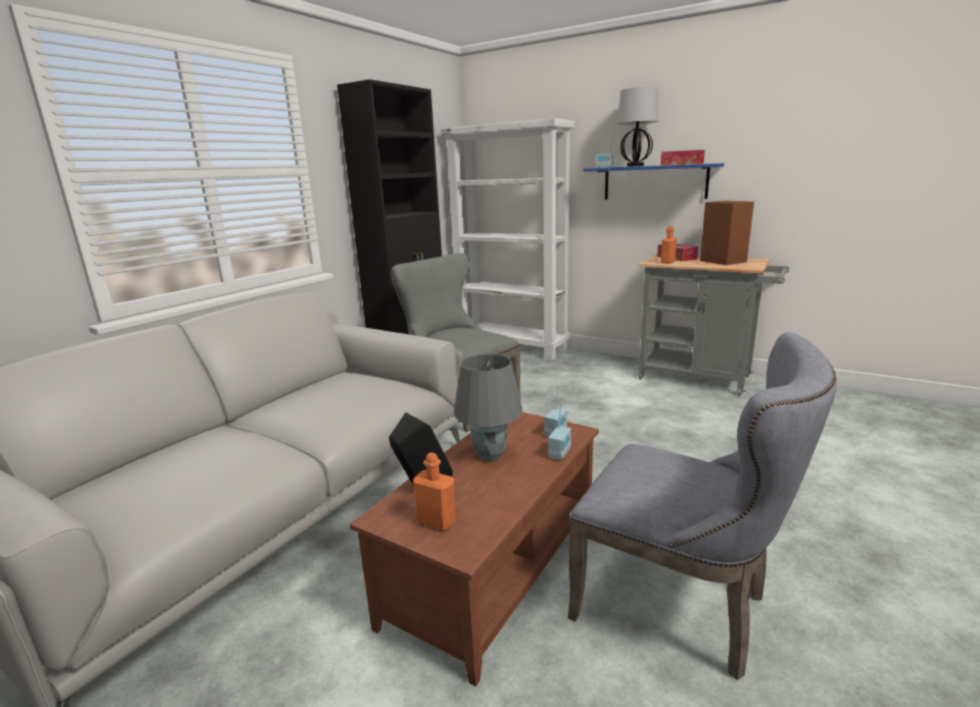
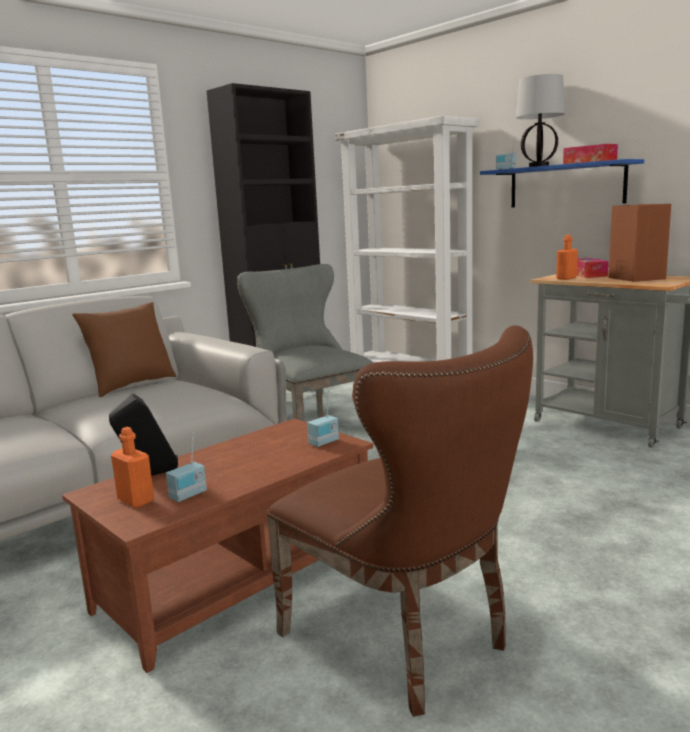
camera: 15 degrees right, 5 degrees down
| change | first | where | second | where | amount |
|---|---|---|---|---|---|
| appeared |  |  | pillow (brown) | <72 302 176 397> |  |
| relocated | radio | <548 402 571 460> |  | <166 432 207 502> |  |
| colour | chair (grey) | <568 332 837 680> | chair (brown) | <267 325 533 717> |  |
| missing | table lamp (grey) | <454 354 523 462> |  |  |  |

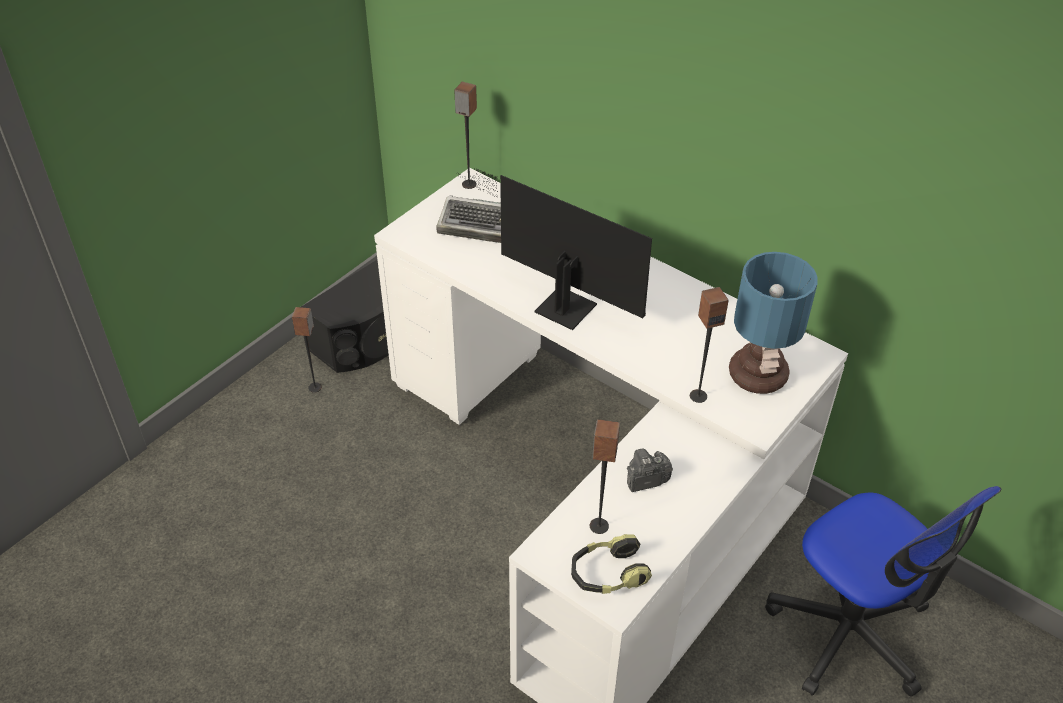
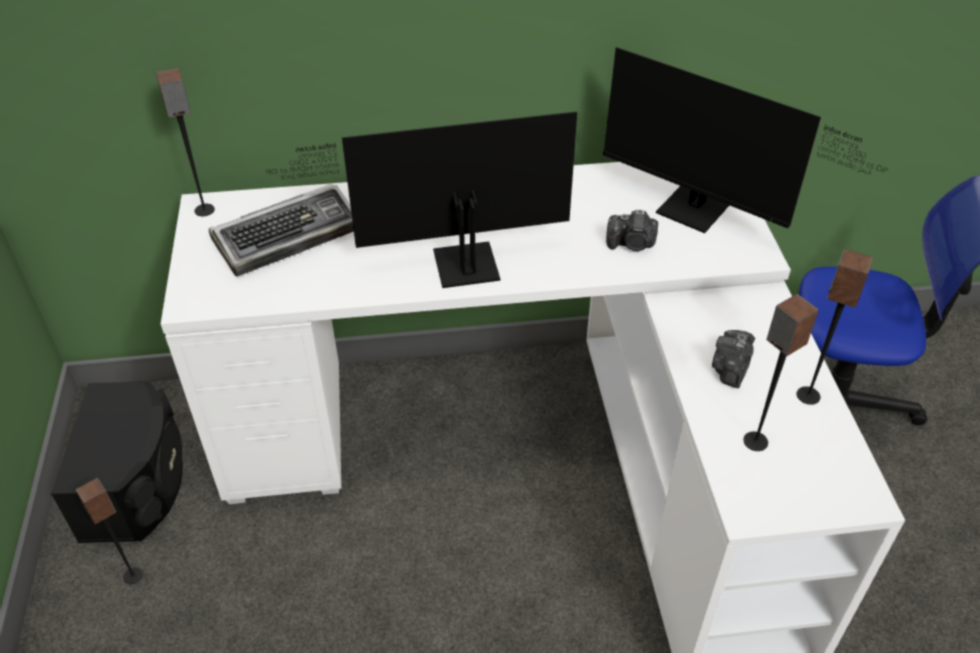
camera: 45 degrees left, 0 degrees up
| change | first | where | second | where | amount |
|---|---|---|---|---|---|
| exchanged | table lamp | <729 252 817 394> | monitor | <603 47 887 233> |  |
| appeared |  |  | photo camera | <606 210 658 251> |  |
| relocated | speaker | <690 287 729 403> |  | <797 249 873 405> |  |
| missing | headphones | <571 534 652 594> |  |  |  |

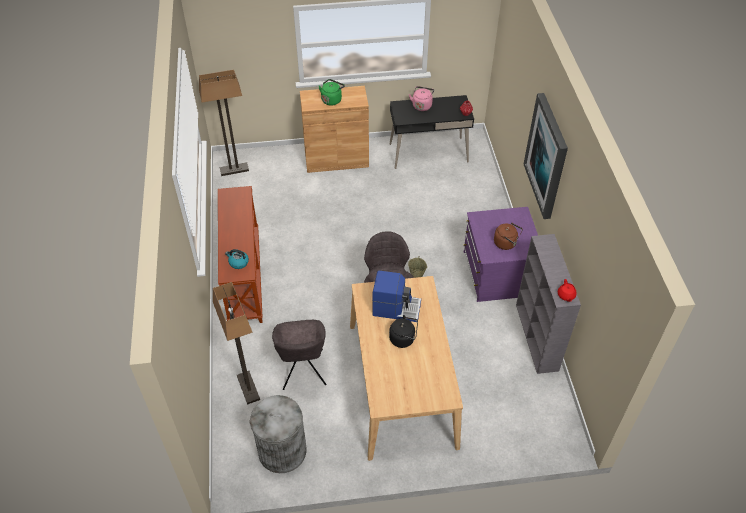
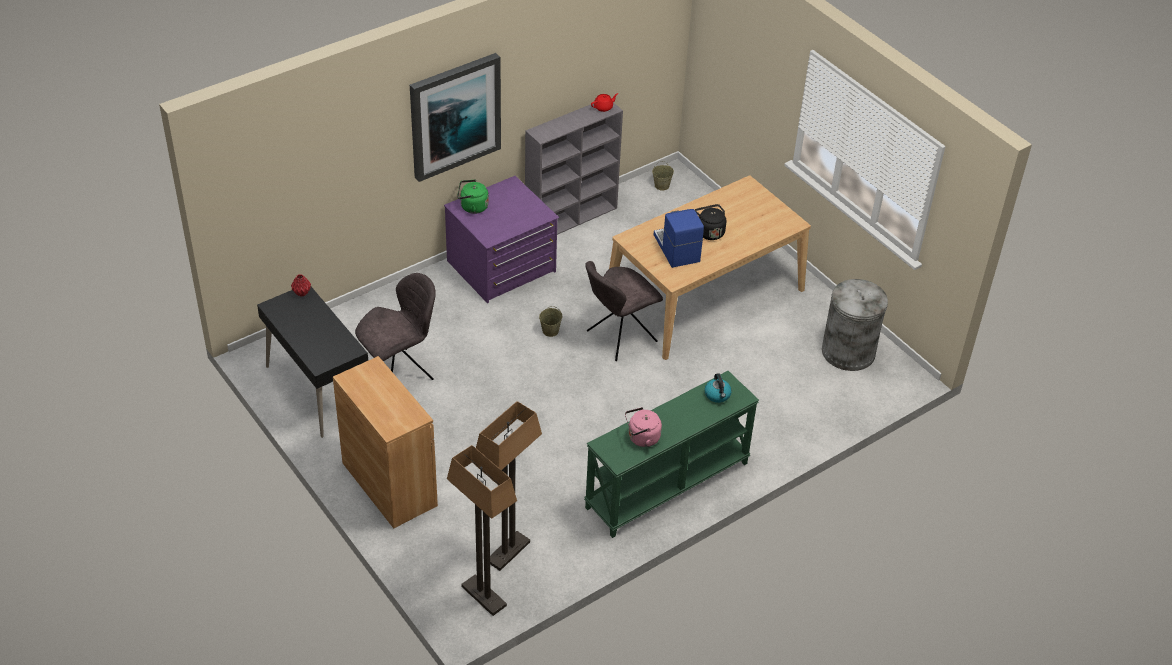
camera: 120 degrees left, 5 degrees down
| change | first | where | second | where | amount |
|---|---|---|---|---|---|
| relocated | chair (grey) | <272 320 327 390> |  | <355 273 436 380> |  |
| relocated | kettle (green) | <319 79 345 106> |  | <457 179 489 214> |  |
| relocated | floor lamp | <213 282 260 405> |  | <476 401 542 571> |  |
| colour | console table (brown) | <218 186 263 323> | console table (green) | <584 371 759 538> |  |
| relocated | kettle (pink) | <409 86 434 111> |  | <625 407 662 447> |  |
| appeared |  |  | bucket (beige) | <652 161 674 191> |  |
| missing | kettle (brown) | <494 223 523 250> |  |  |  |

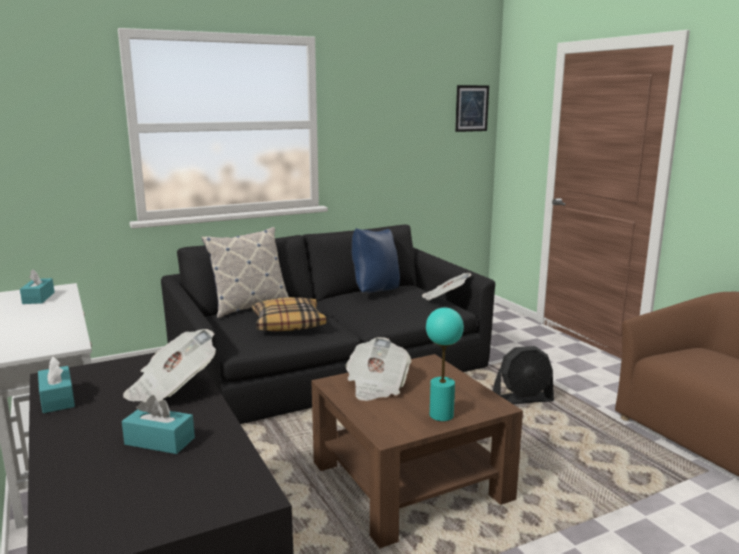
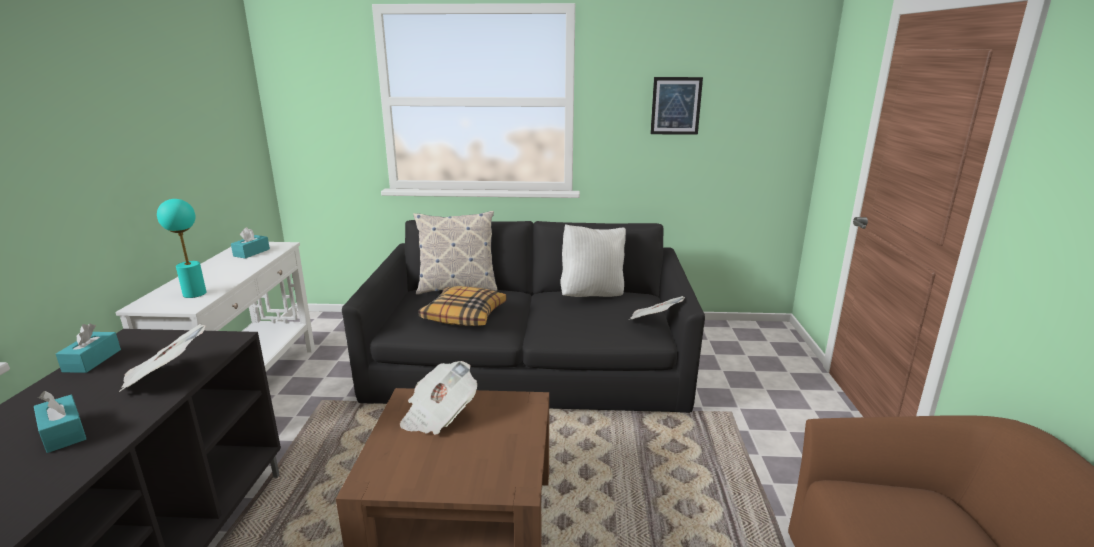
camera: 30 degrees right, 5 degrees up
| change | first | where | second | where | amount |
|---|---|---|---|---|---|
| relocated | table lamp (turquoise) | <426 307 464 421> |  | <157 199 206 298> |  |
| colour | pillow (blue) | <352 228 400 293> | pillow (white) | <560 224 626 297> |  |
| relocated | picture | <455 85 489 132> |  | <650 77 703 135> |  |
| missing | fan (black) | <493 346 554 404> |  |  |  |

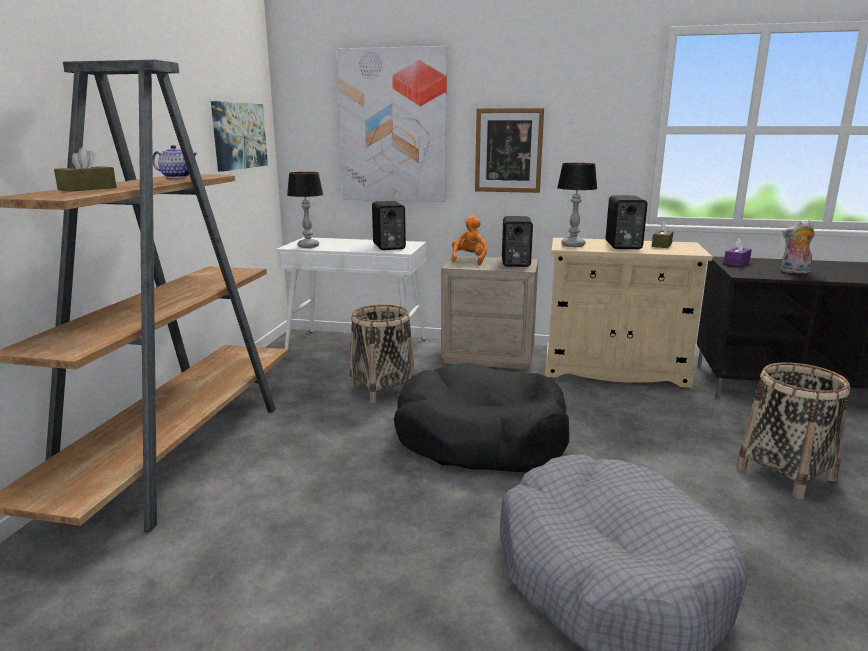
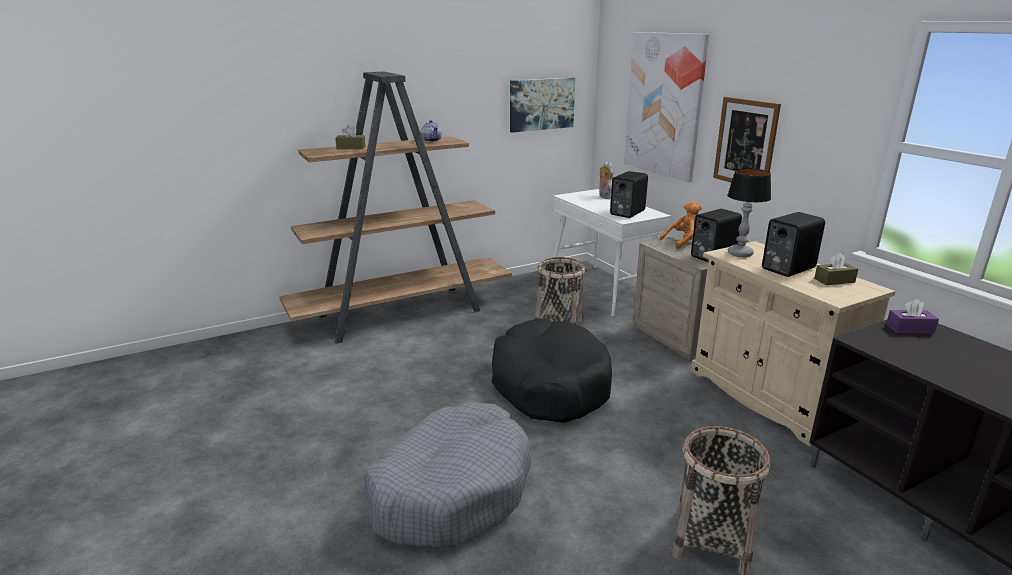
camera: 50 degrees right, 5 degrees up
| change | first | where | second | where | amount |
|---|---|---|---|---|---|
| relocated | plush toy | <781 220 815 274> |  | <599 162 613 199> |  |
| missing | table lamp | <287 172 323 248> |  |  |  |

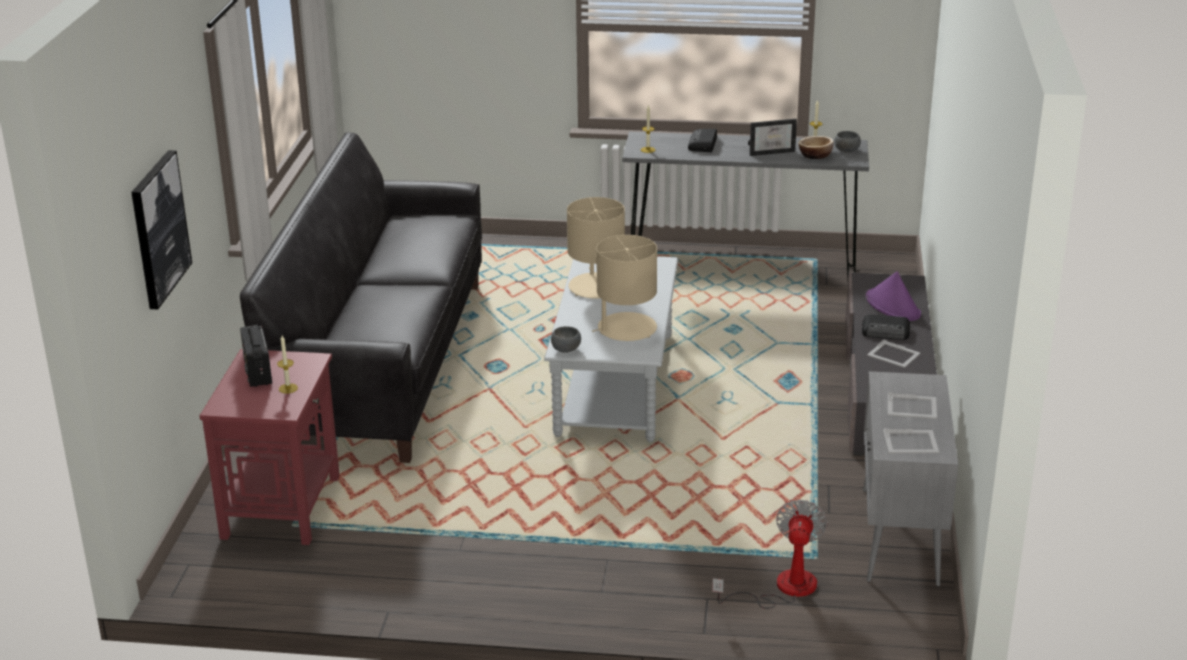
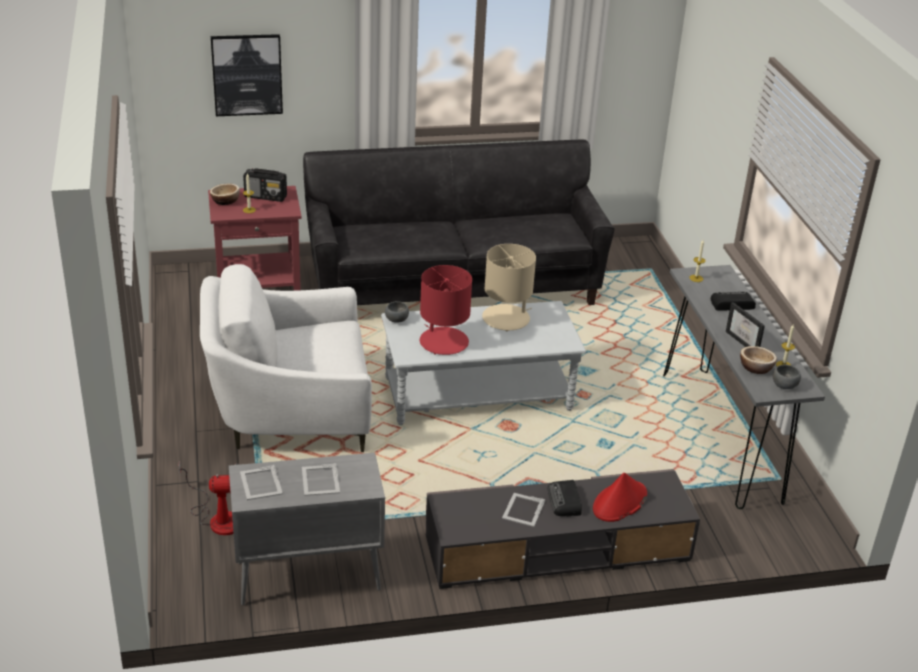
camera: 70 degrees right, 5 degrees up
| change | first | where | second | where | amount |
|---|---|---|---|---|---|
| appeared |  |  | armchair (white) | <200 264 372 452> |  |
| appeared |  |  | bowl | <210 184 240 205> |  |
| spun | radio | <240 325 272 387> |  | <243 168 287 202> | 135 degrees counterclockwise |
| colour | table lamp (beige) | <592 235 657 341> | table lamp (red) | <420 265 472 355> |  |
| colour | hat (purple) | <866 271 921 321> | hat (red) | <593 472 647 522> |  |

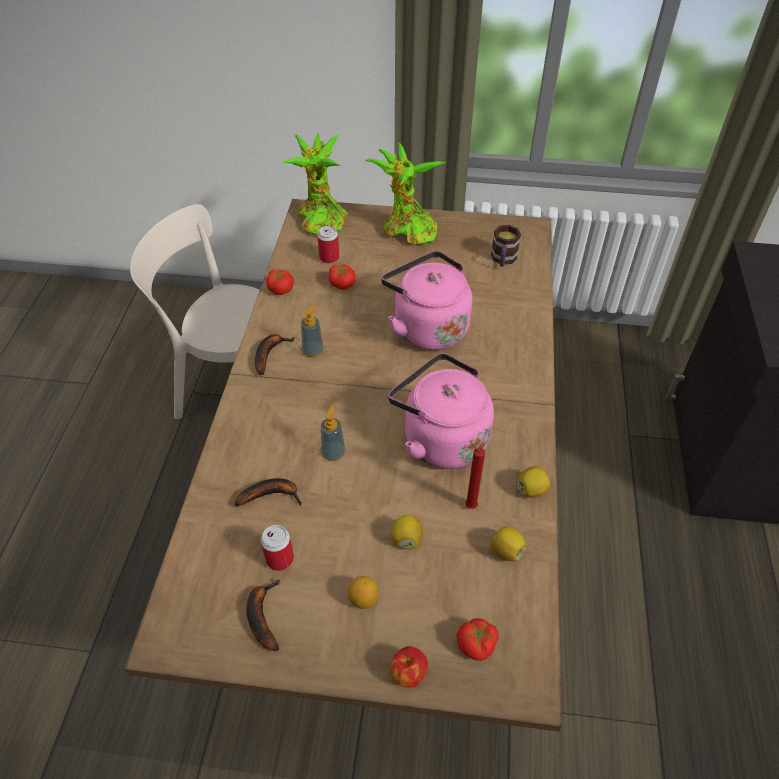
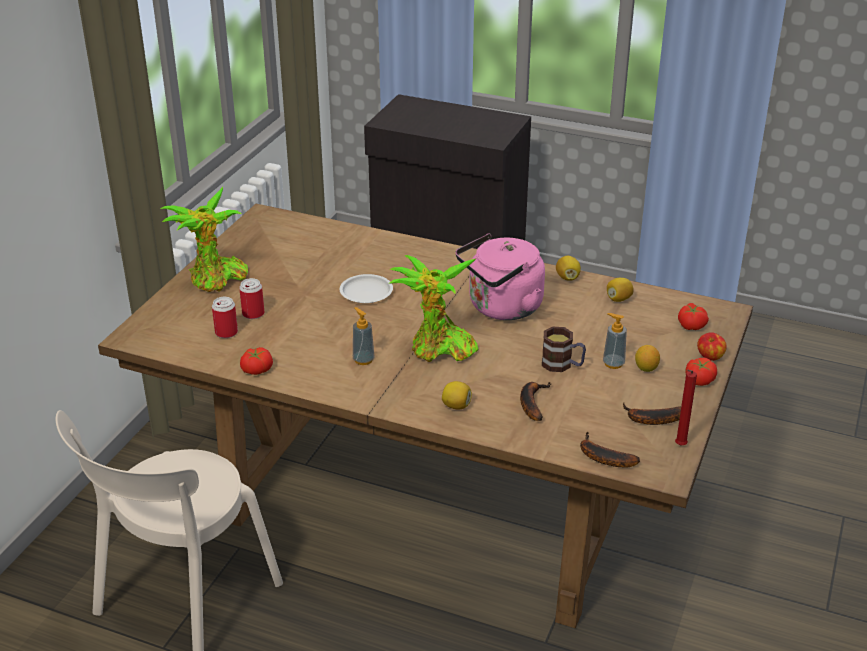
camera: 75 degrees left, 15 degrees down
| change | first | where | second | where | amount |
|---|---|---|---|---|---|
| relocated | can | <261 525 294 571> |  | <239 278 264 319> |  |
| exchanged | kettle (pink) | <381 251 472 350> | plate (white) | <340 274 393 303> |  |
| relocated | potted plant | <282 133 348 235> |  | <388 255 478 362> |  |
| relocated | lemon | <391 515 423 549> |  | <442 381 472 410> |  |
| relocated | mug | <491 225 521 266> |  | <542 327 586 372> |  |
| relocated | banana | <255 334 295 375> |  | <580 431 640 468> |  |
| relocated | soap dispenser | <321 405 345 461> |  | <603 313 627 369> |  |
| relocated | candle (red) | <465 441 485 509> |  | <675 370 697 445> |  |
| relocated | tomato | <328 264 356 290> |  | <685 358 717 386> |  |

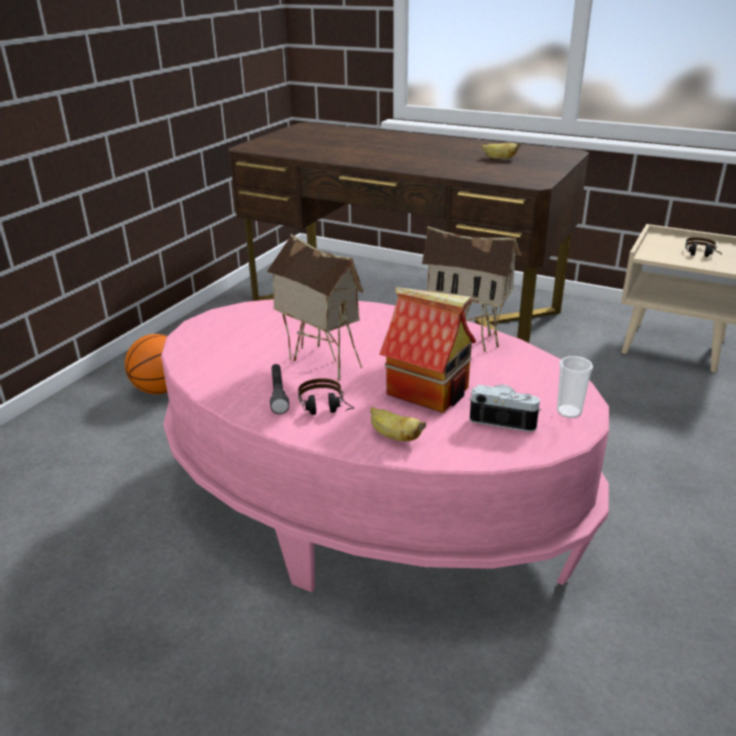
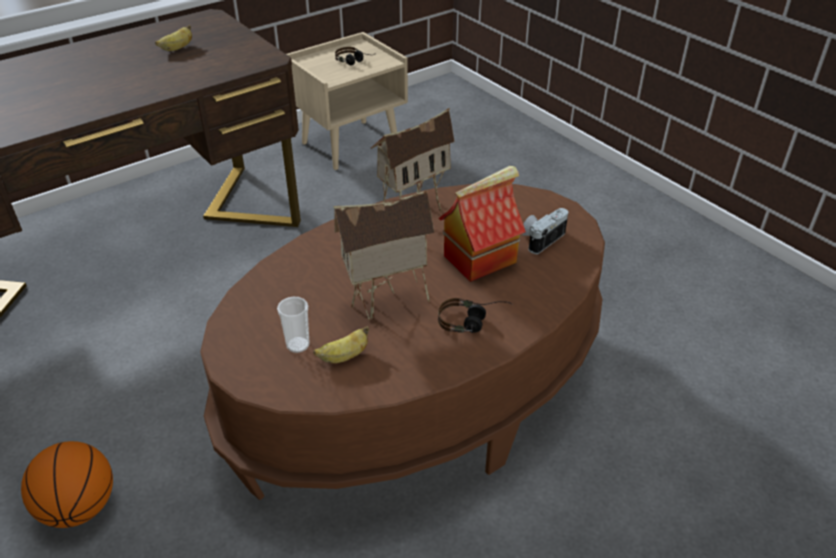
camera: 65 degrees left, 10 degrees up
| change | first | where | second | where | amount |
|---|---|---|---|---|---|
| colour | coffee table (pink) | <161 299 609 592> | coffee table (brown) | <200 184 605 500> |  |
| relocated | cup | <557 356 593 418> |  | <277 297 310 353> |  |
| relocated | banana | <370 407 426 441> |  | <313 326 369 363> |  |
| missing | flashlight (grey) | <270 364 289 414> |  |  |  |

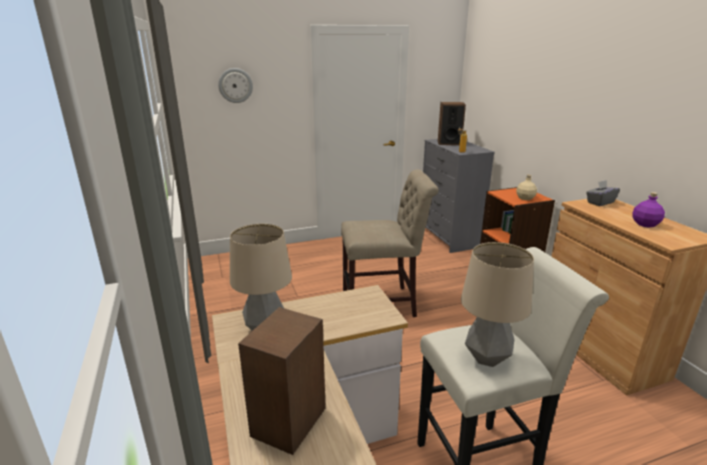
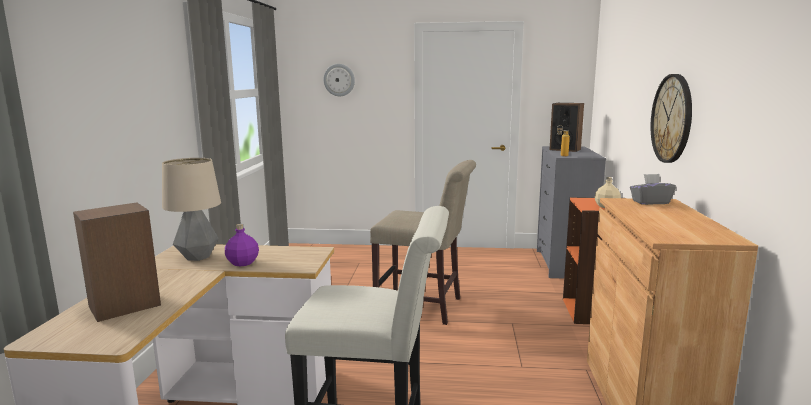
camera: 25 degrees right, 10 degrees down
| change | first | where | second | where | amount |
|---|---|---|---|---|---|
| relocated | bottle (purple) | <632 192 665 227> |  | <225 224 259 266> |  |
| appeared |  |  | wall clock | <651 74 692 163> |  |
| missing | table lamp | <461 242 534 367> |  |  |  |

